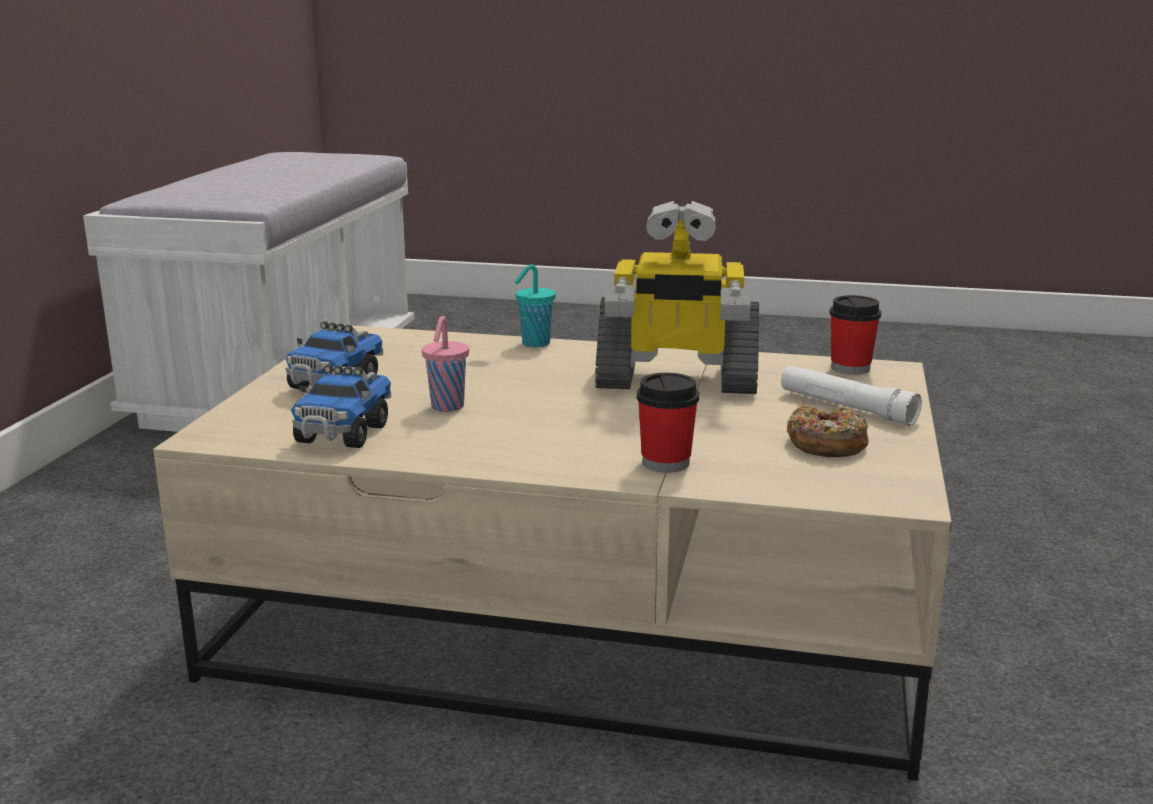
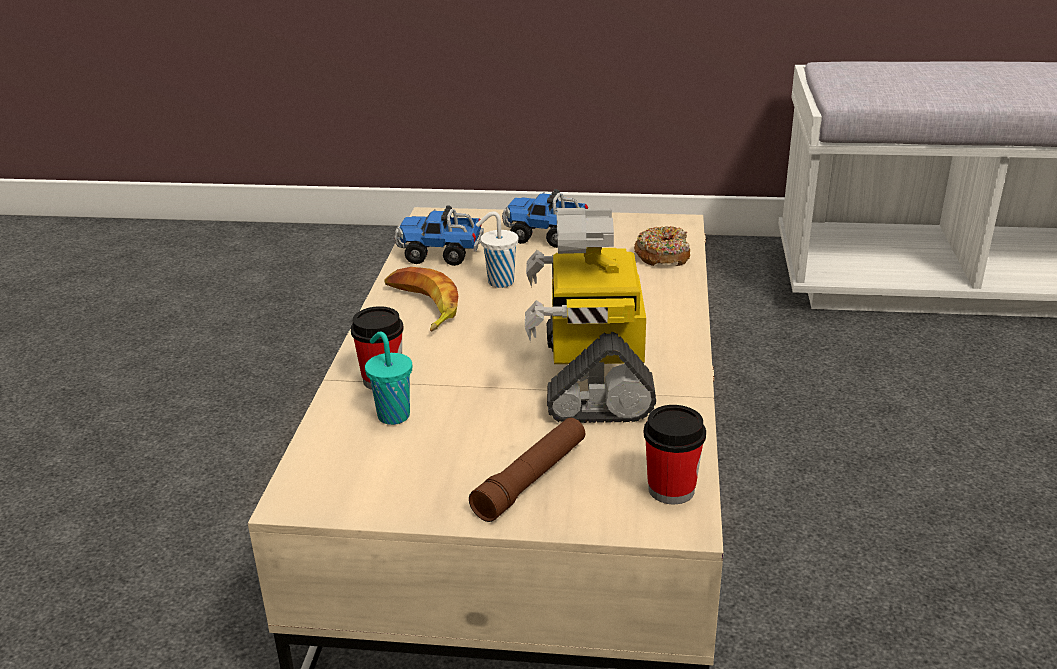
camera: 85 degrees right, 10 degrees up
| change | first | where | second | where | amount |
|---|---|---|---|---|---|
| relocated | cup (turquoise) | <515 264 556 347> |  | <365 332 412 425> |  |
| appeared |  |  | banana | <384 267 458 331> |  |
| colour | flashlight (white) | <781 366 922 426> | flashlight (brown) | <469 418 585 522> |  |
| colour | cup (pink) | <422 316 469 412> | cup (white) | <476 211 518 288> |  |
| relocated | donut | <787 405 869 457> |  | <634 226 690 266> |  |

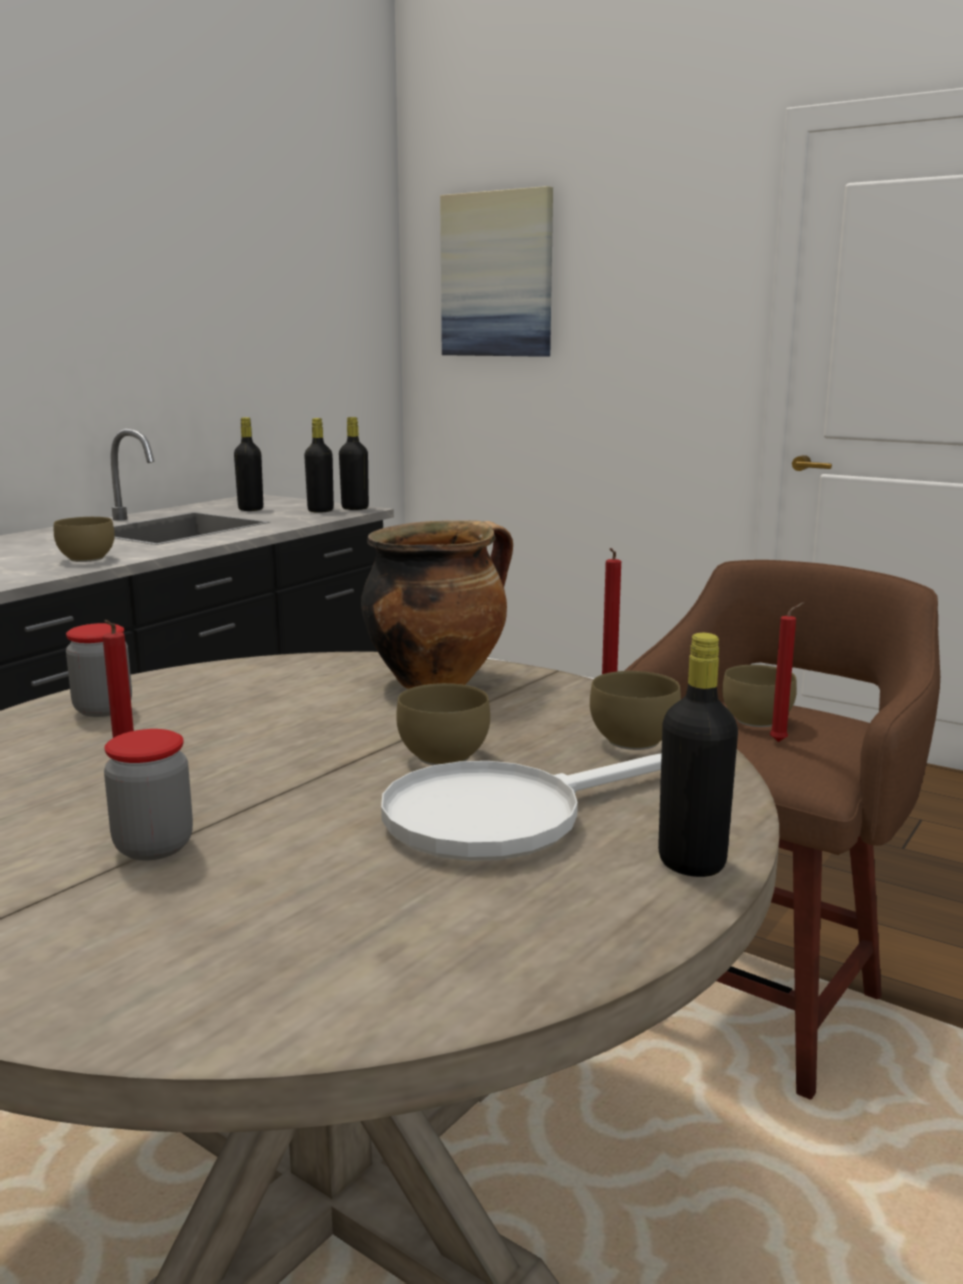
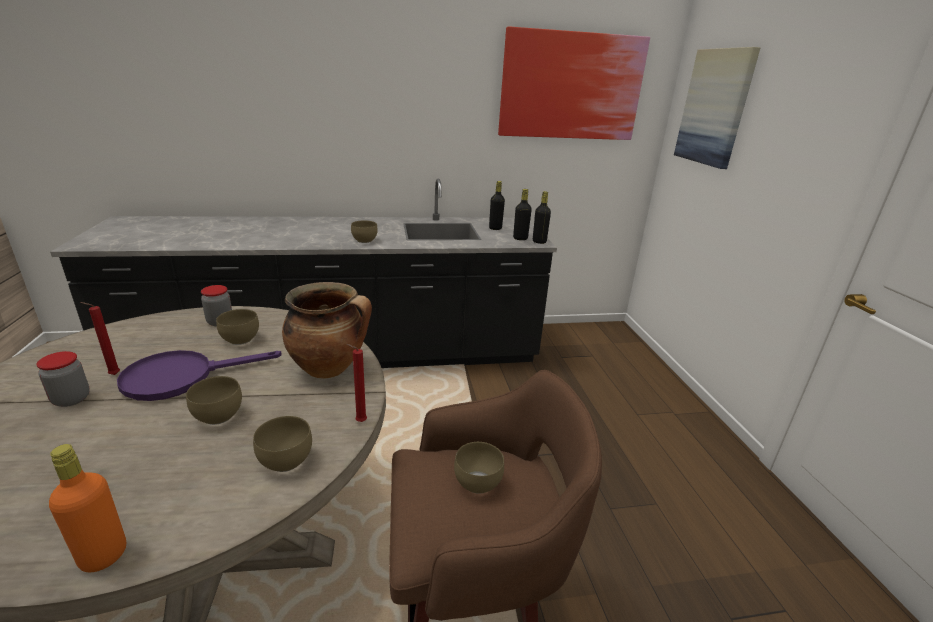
camera: 45 degrees right, 10 degrees up
| change | first | where | second | where | amount |
|---|---|---|---|---|---|
| colour | bottle (black) | <658 633 738 877> | bottle (orange) | <49 444 126 572> |  |
| appeared |  |  | frying pan (purple) | <117 350 282 401> |  |
| appeared |  |  | bowl (brown) | <216 309 259 345> |  |
| appeared |  |  | picture | <498 26 650 140> |  |
| missing | frying pan (white) | <381 753 662 861> |  |  |  |
| missing | candle (red) | <770 602 804 742> |  |  |  |

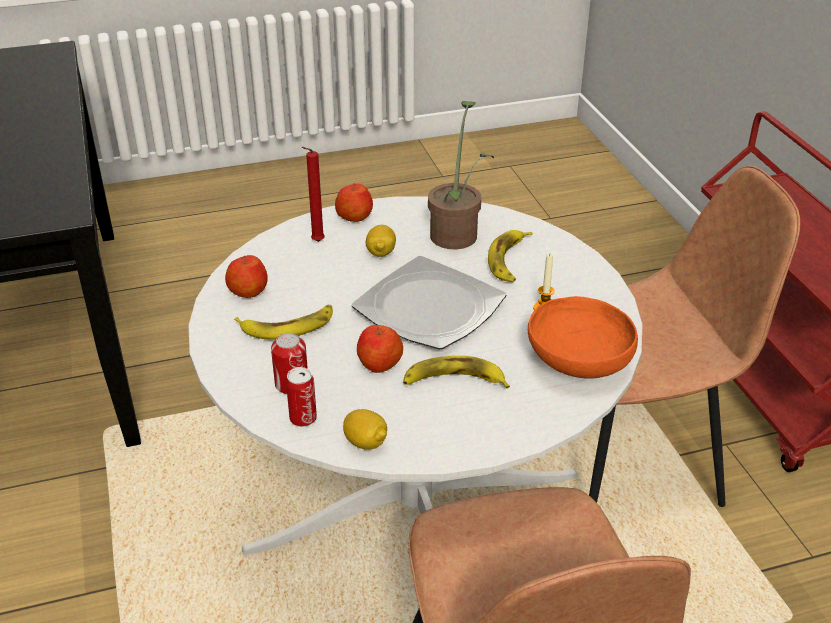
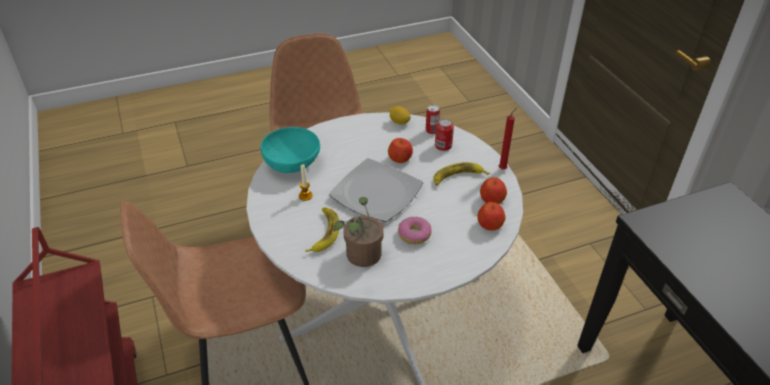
camera: 175 degrees right, 5 degrees up
| change | first | where | second | where | amount |
|---|---|---|---|---|---|
| colour | bowl (orange) | <528 296 638 378> | bowl (turquoise) | <261 127 320 173> |  |
| exchanged | lemon | <366 225 396 257> | donut | <398 217 432 244> |  |
| relocated | apple | <335 184 373 222> |  | <477 202 506 231> |  |
| relocated | candle (red) | <302 147 325 242> |  | <499 108 517 170> |  |
| missing | banana | <403 356 510 389> |  |  |  |

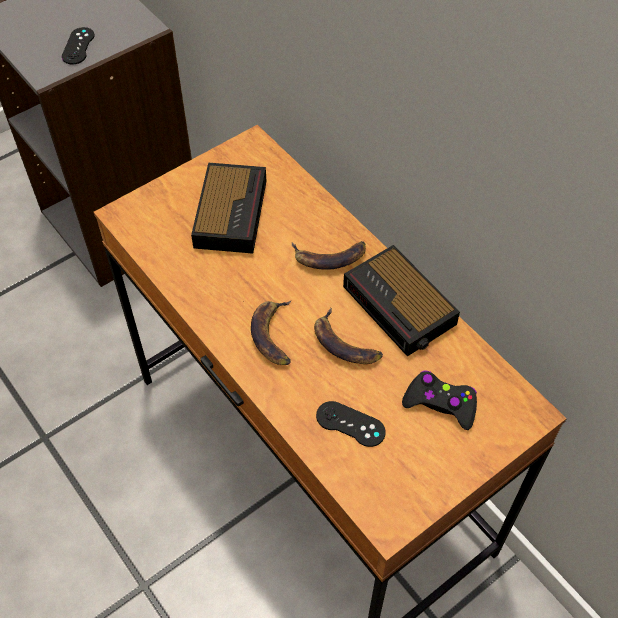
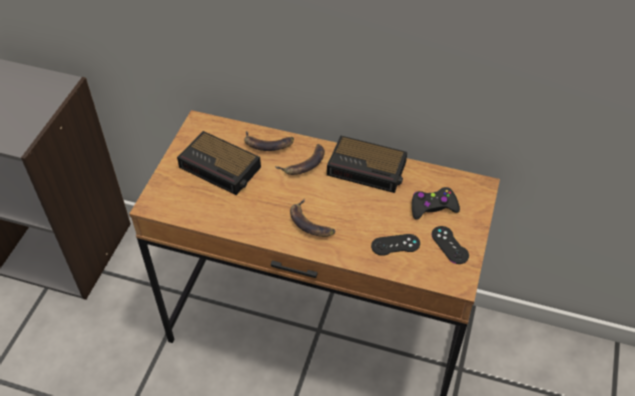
camera: 35 degrees left, 5 degrees down
| change | first | where | second | where | amount |
|---|---|---|---|---|---|
| spun | alarm clock | <191 163 266 254> |  | <177 131 261 195> | 150 degrees clockwise |
| relocated | banana | <314 308 383 364> |  | <244 131 294 151> |  |
| relocated | game controller (black) | <62 27 95 64> |  | <431 226 469 264> |  |

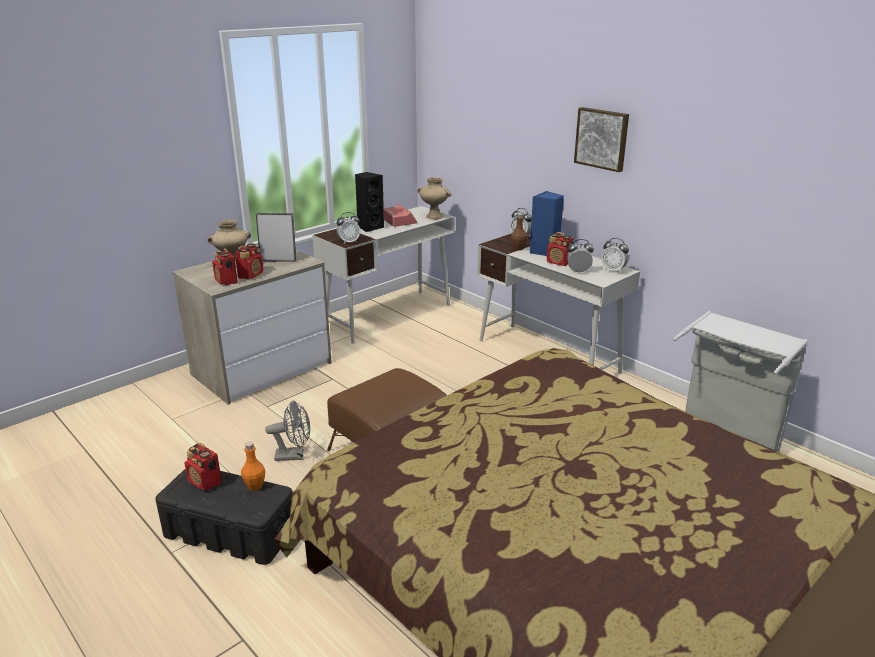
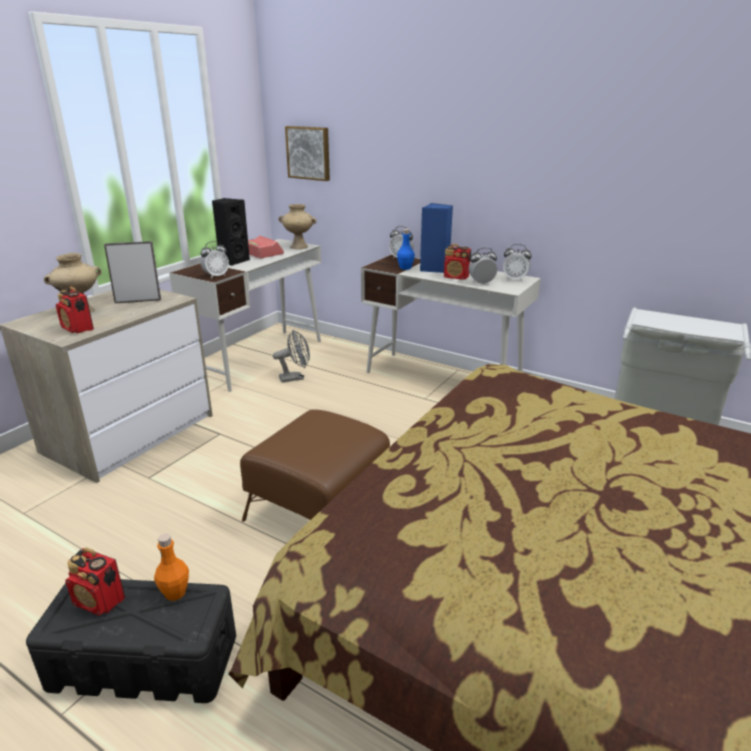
camera: 15 degrees left, 0 degrees up
| change | first | where | second | where | amount |
|---|---|---|---|---|---|
| relocated | fan (grey) | <265 400 310 461> |  | <273 330 310 383> |  |
| relocated | picture | <574 107 629 172> |  | <285 126 330 181> |  |
| colour | bottle (brown) | <511 213 527 250> | bottle (blue) | <397 229 415 270> |  |
| missing | radio | <235 244 263 279> |  |  |  |

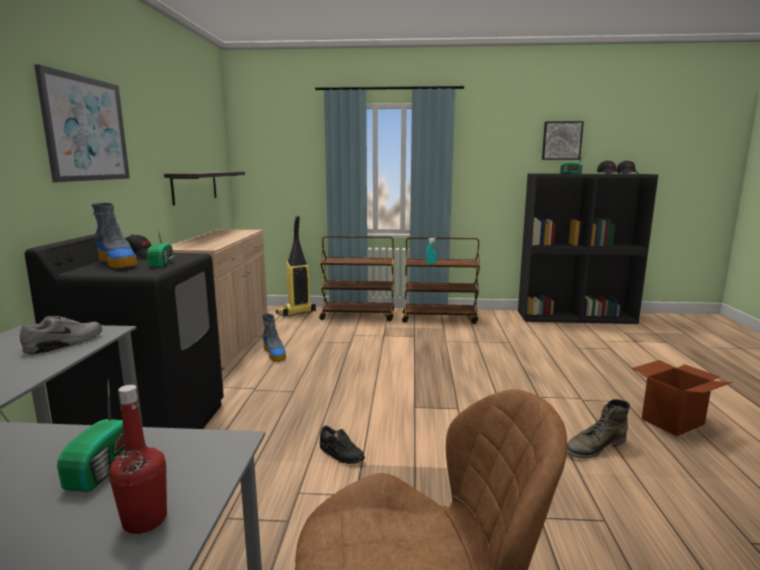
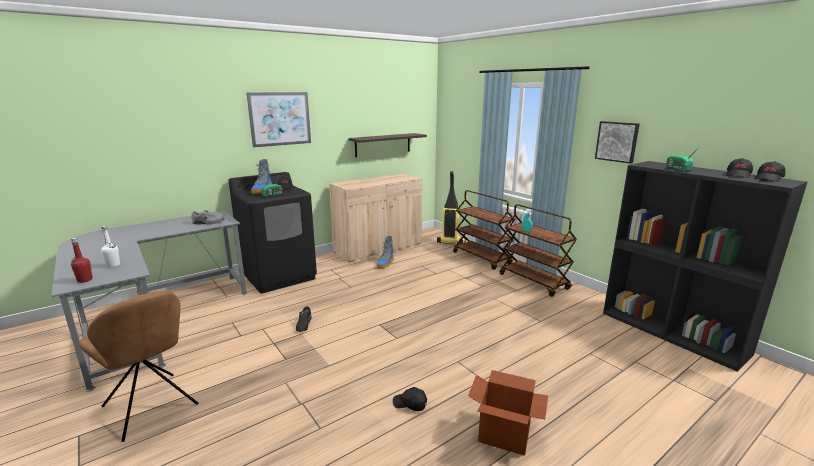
camera: 50 degrees right, 5 degrees up
| change | first | where | second | where | amount |
|---|---|---|---|---|---|
| exchanged | radio | <57 381 125 492> | bottle (white) | <101 226 120 267> |  |
| exchanged | boot (green) | <567 399 630 458> | cap (black) | <393 387 427 411> |  |
| relocated | picture | <542 121 584 160> |  | <595 121 640 164> |  |

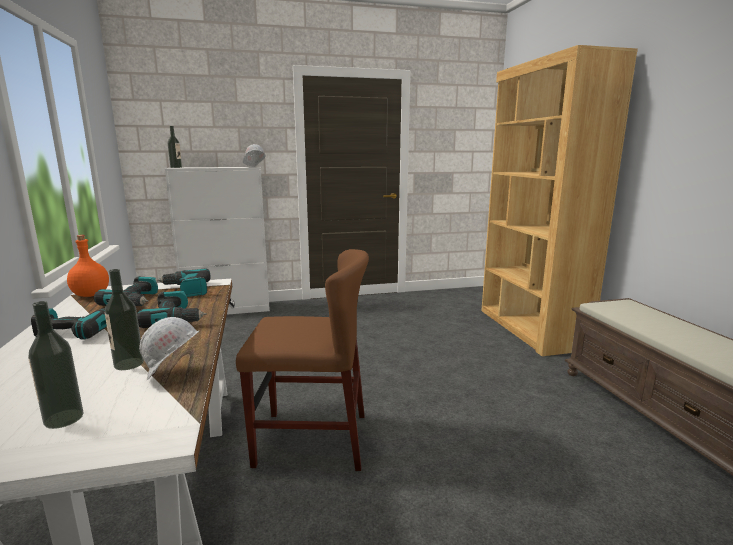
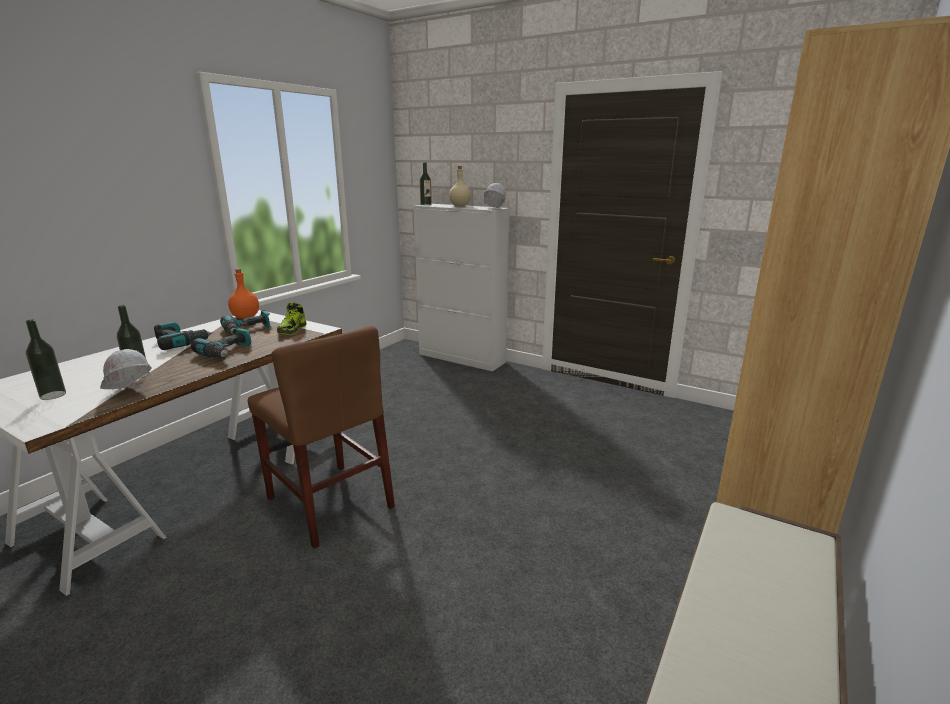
camera: 45 degrees right, 5 degrees up
| change | first | where | second | where | amount |
|---|---|---|---|---|---|
| exchanged | power drill | <157 268 210 297> | shoe | <277 302 306 335> |  |
| appeared |  |  | bottle (beige) | <449 166 471 206> |  |

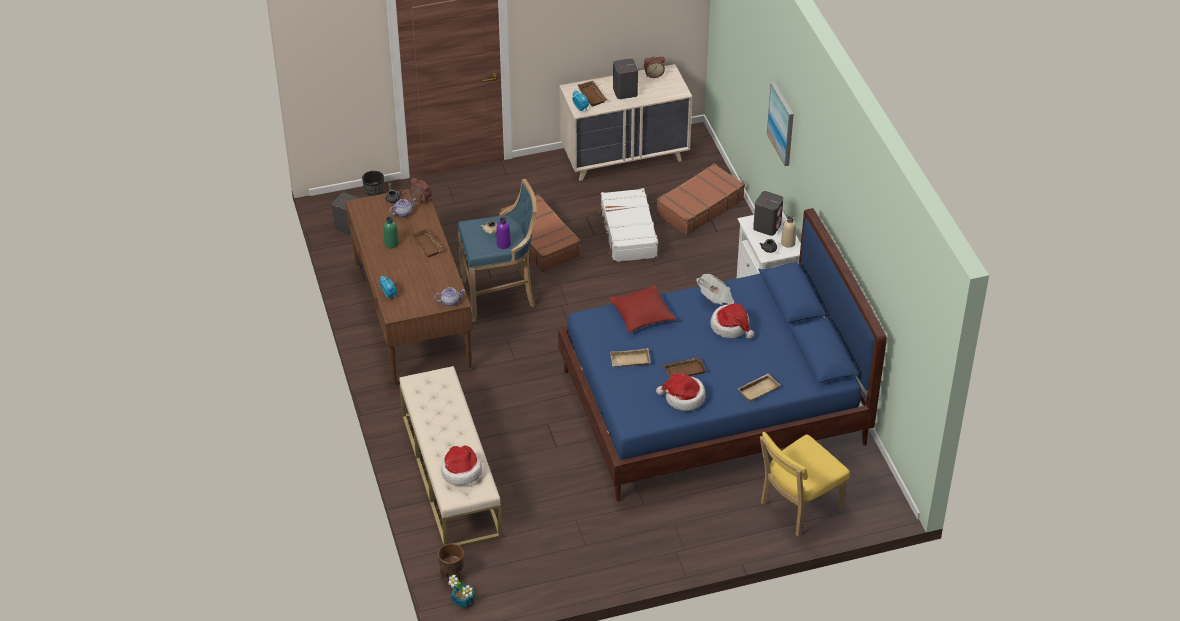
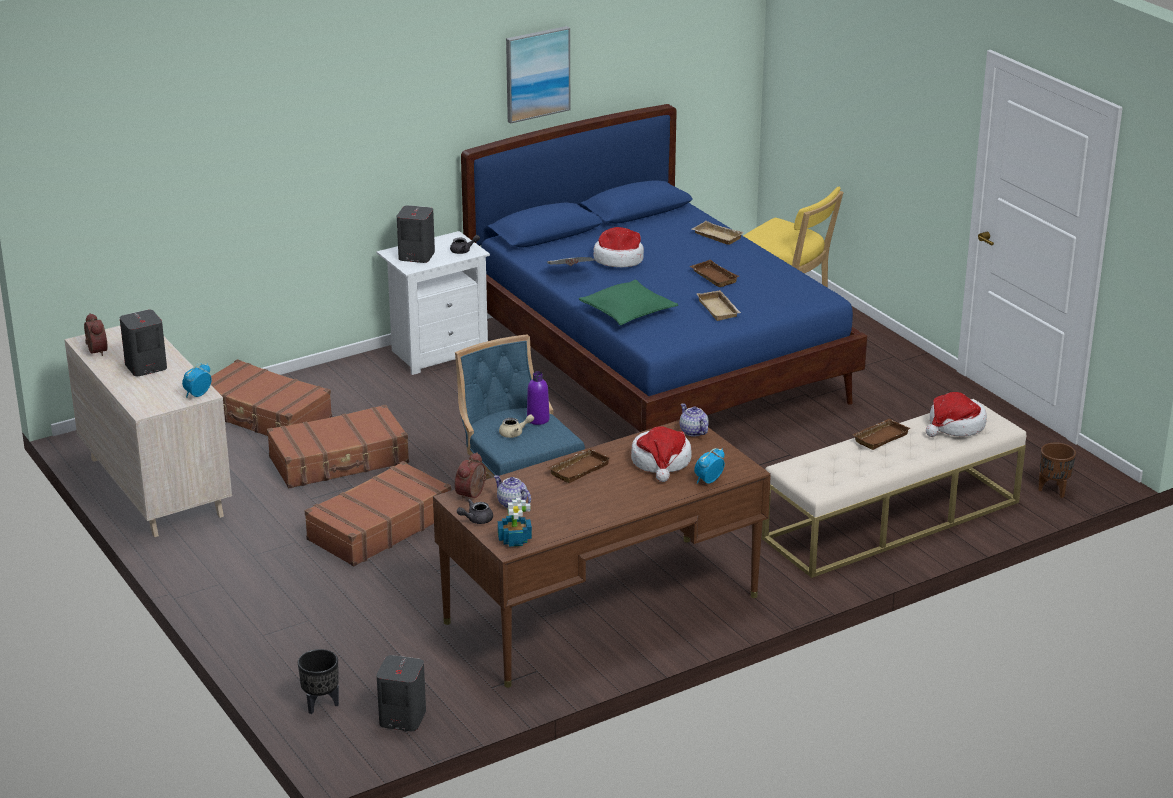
camera: 105 degrees left, 15 degrees down
| change | first | where | second | where | amount |
|---|---|---|---|---|---|
| colour | suitcase (white) | <598 188 658 262> | suitcase (brown) | <267 404 409 488> |  |
| relocated | potted plant | <449 575 475 607> |  | <498 498 532 547> |  |
| relocated | picture | <767 82 794 166> |  | <506 26 570 124> |  |
| colour | pillow (red) | <609 285 676 333> | pillow (green) | <579 280 678 325> |  |
| relocated | hat | <656 373 705 411> |  | <631 426 692 482> |  |
| relocated | tray (brown) | <578 81 607 107> |  | <853 419 910 450> |  |
| missing | bottle (green) | <384 217 399 248> |  |  |  |
| missing | bottle (beige) | <781 216 796 248> |  |  |  |

